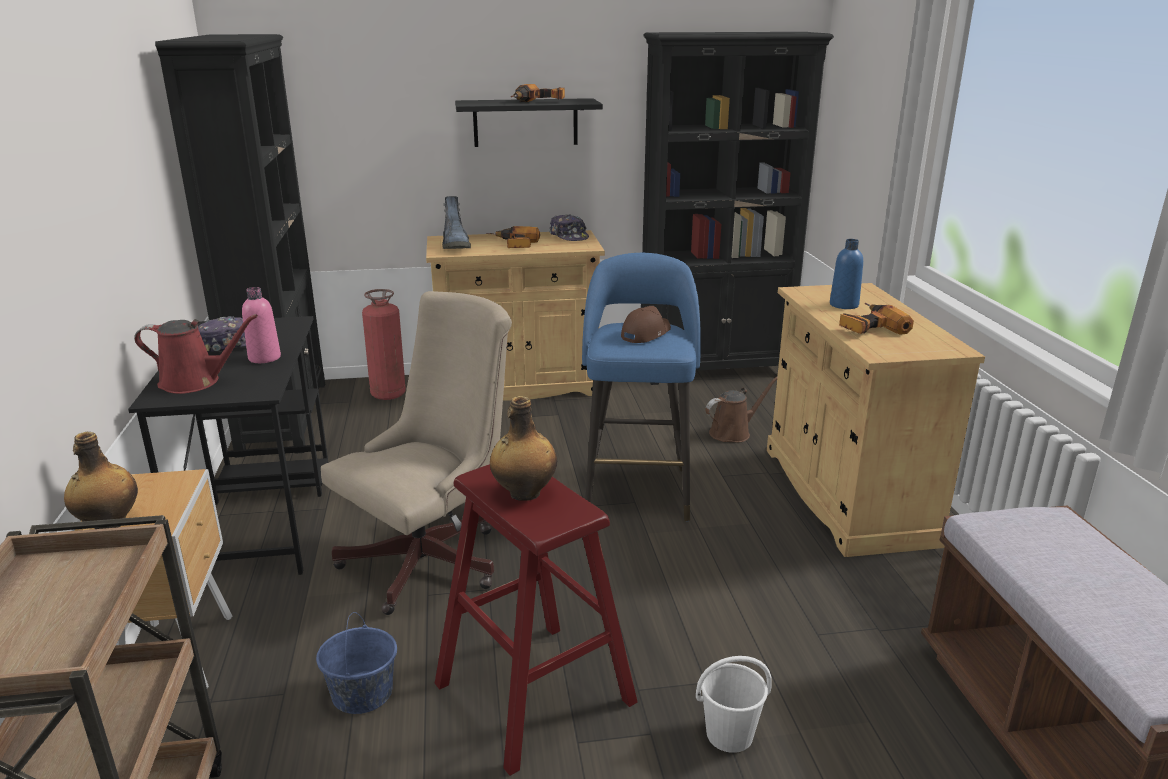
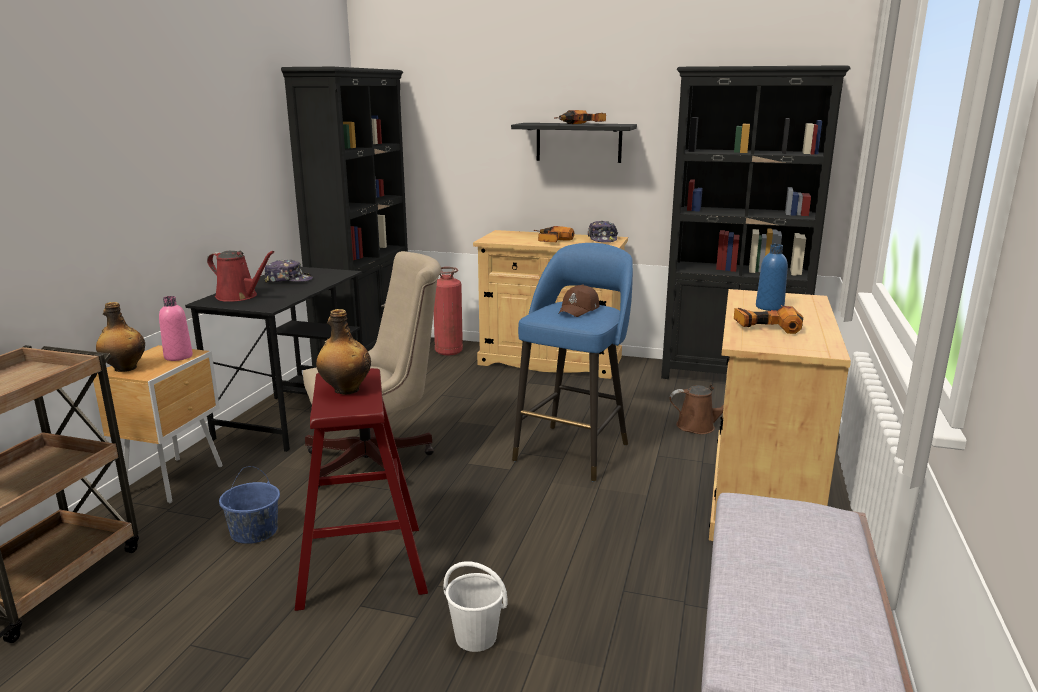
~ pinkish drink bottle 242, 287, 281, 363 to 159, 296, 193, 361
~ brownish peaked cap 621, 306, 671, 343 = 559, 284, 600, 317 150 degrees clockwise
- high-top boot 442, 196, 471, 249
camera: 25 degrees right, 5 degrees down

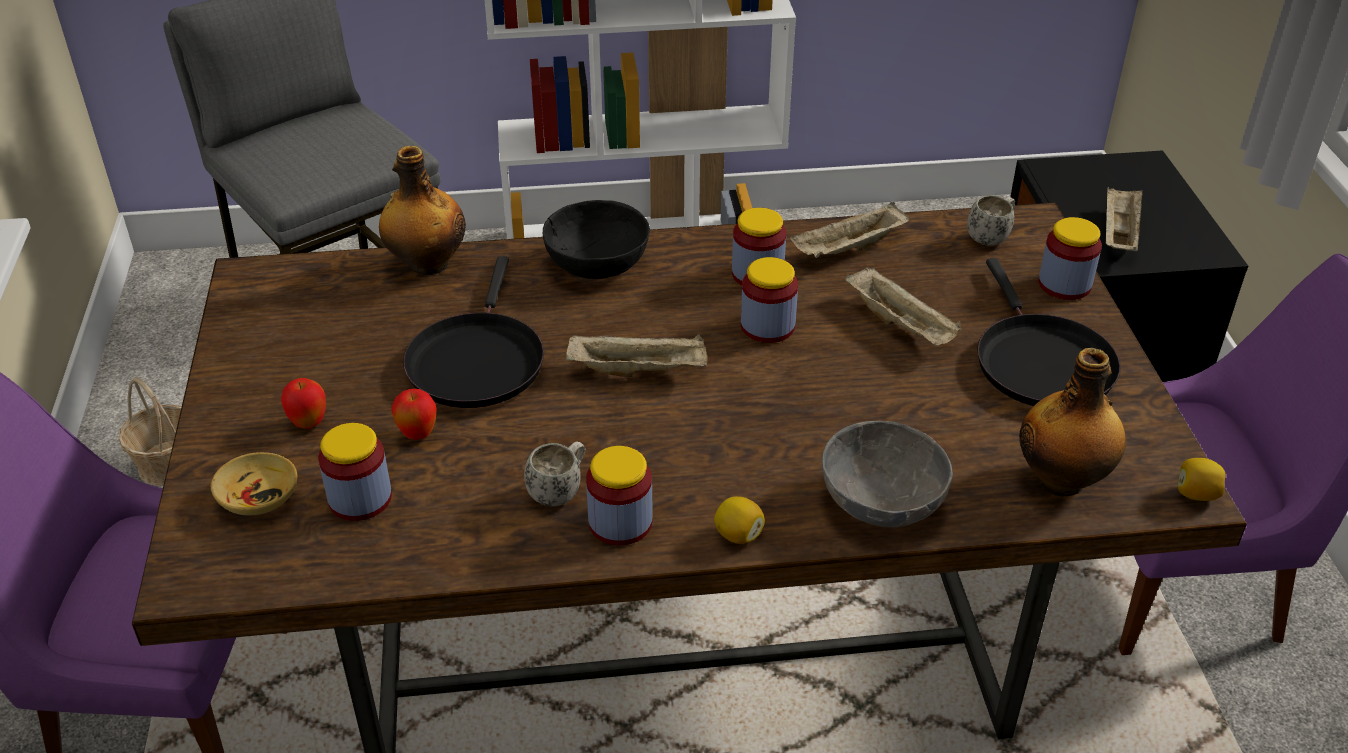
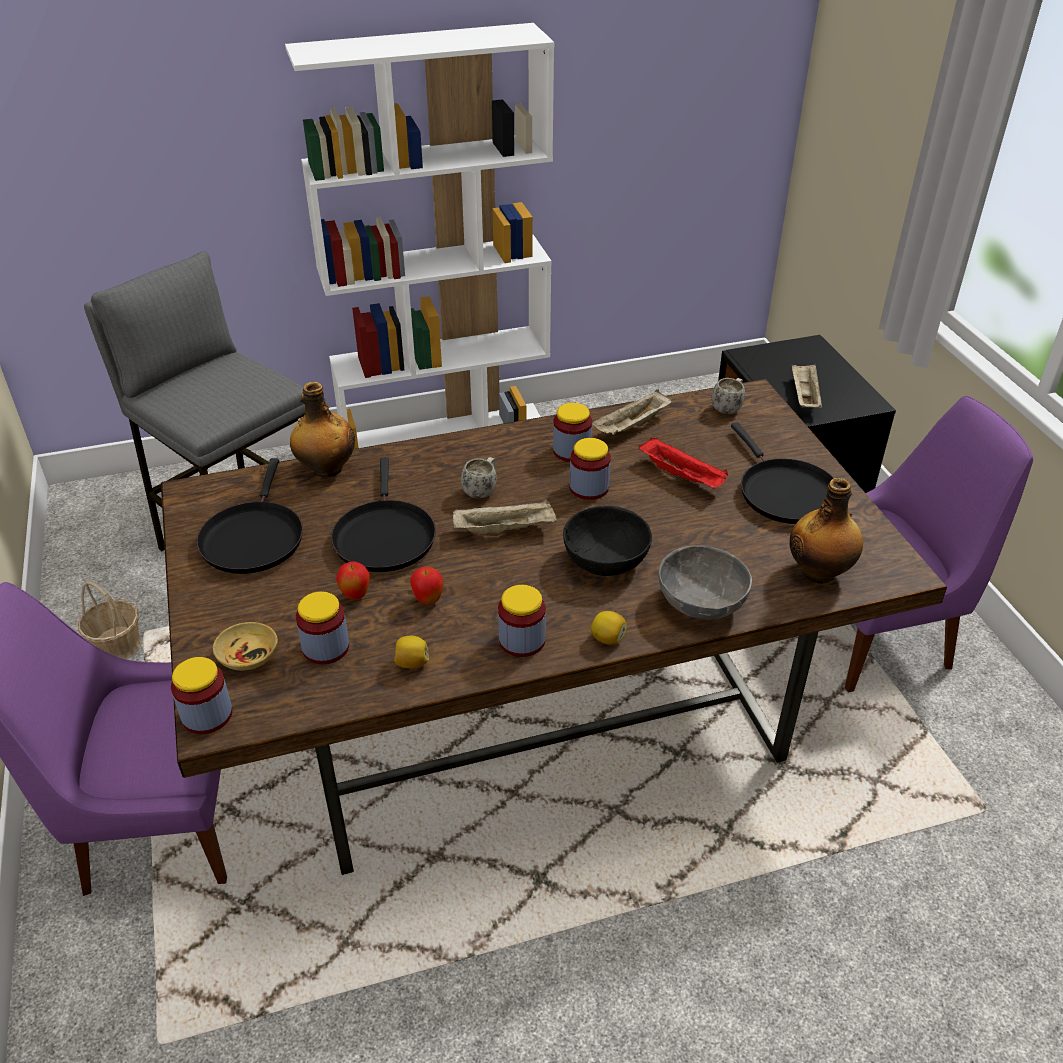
~ jar 1038, 217, 1102, 300 to 171, 657, 232, 734
+ blackish frying pan 197, 458, 303, 574
~ lemon 1178, 458, 1225, 501 to 394, 636, 429, 668
~ apple 281, 378, 326, 429 to 410, 567, 444, 605
~ whitish mug 524, 441, 586, 506 to 461, 457, 497, 498
~ blackish bowl 542, 200, 650, 279 to 563, 506, 652, 576
~ beige-coloured tray 845, 267, 962, 346 to red-coloured tray 638, 438, 728, 489
camera: 10 degrees left, 0 degrees up

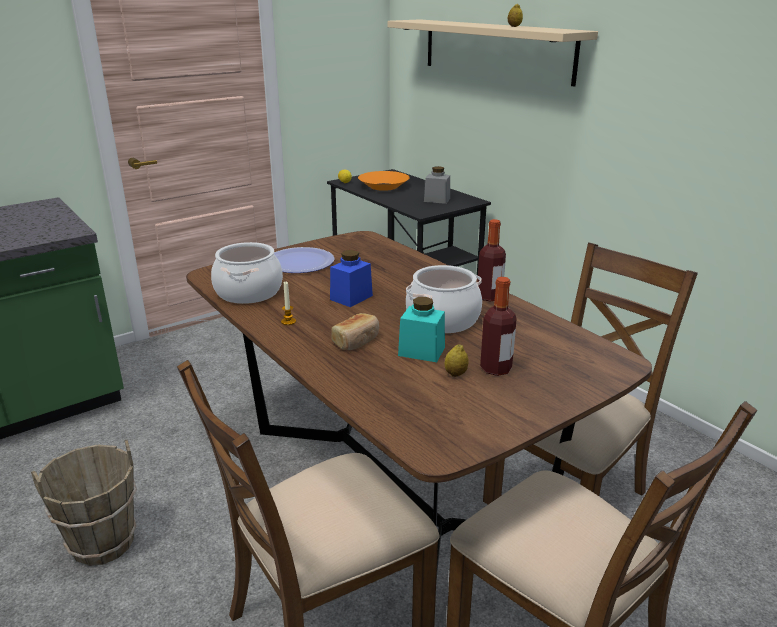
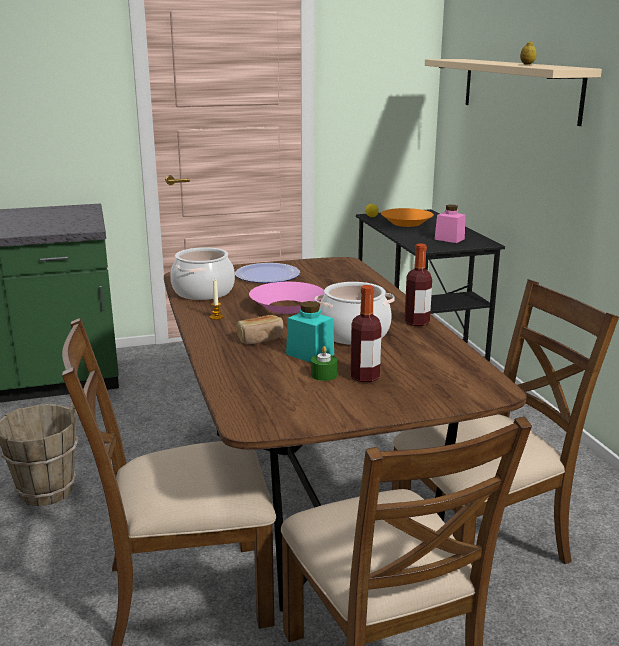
~ bluish jar 330, 250, 373, 307 to pinkish bowl 249, 282, 324, 314
~ lemon 445, 344, 469, 377 to green-coloured candle 311, 346, 337, 381
~ grey jar 424, 166, 450, 204 to pinkish jar 434, 205, 465, 243
camera: 20 degrees right, 5 degrees down

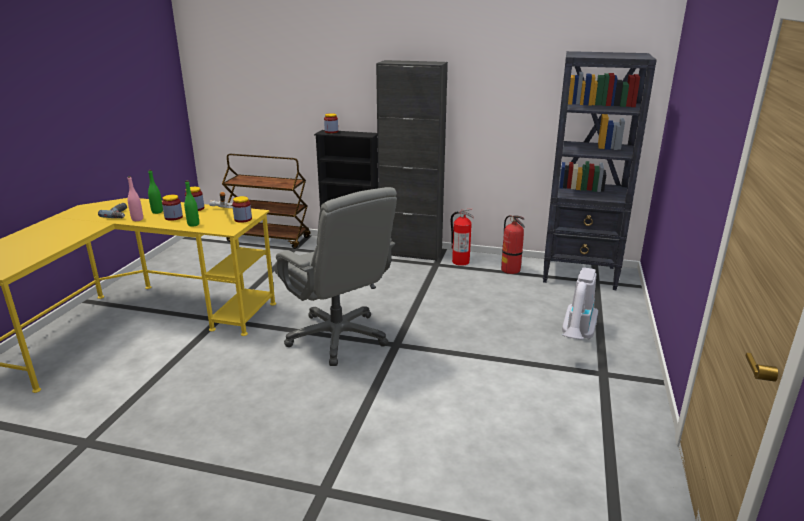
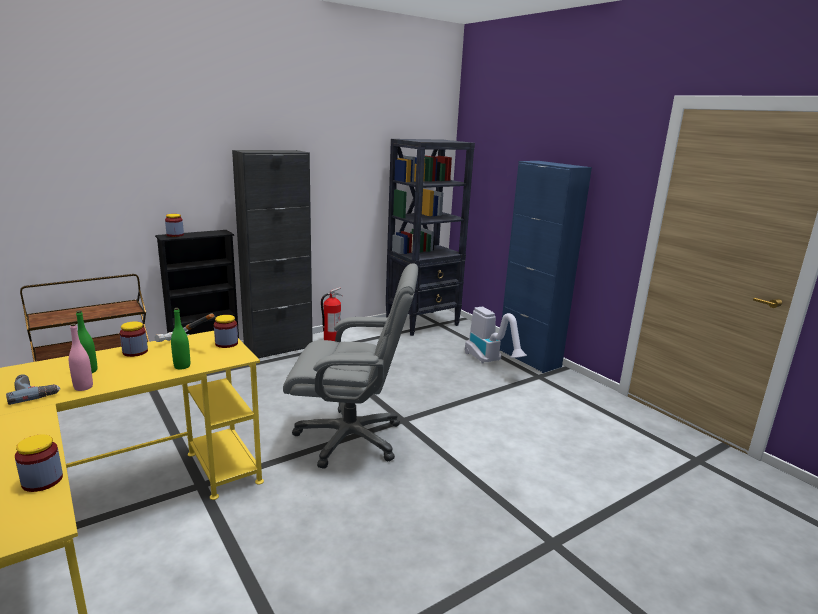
~ jar 162, 195, 183, 221 to 15, 434, 63, 492
+ bluish cabinet 500, 161, 592, 373
- extinguisher 501, 215, 525, 274
camera: 50 degrees left, 5 degrees down

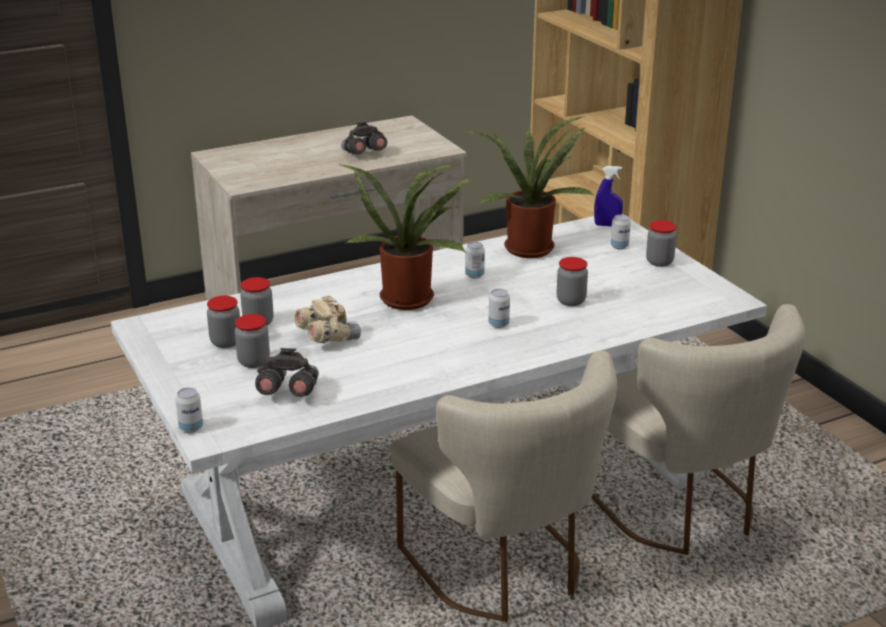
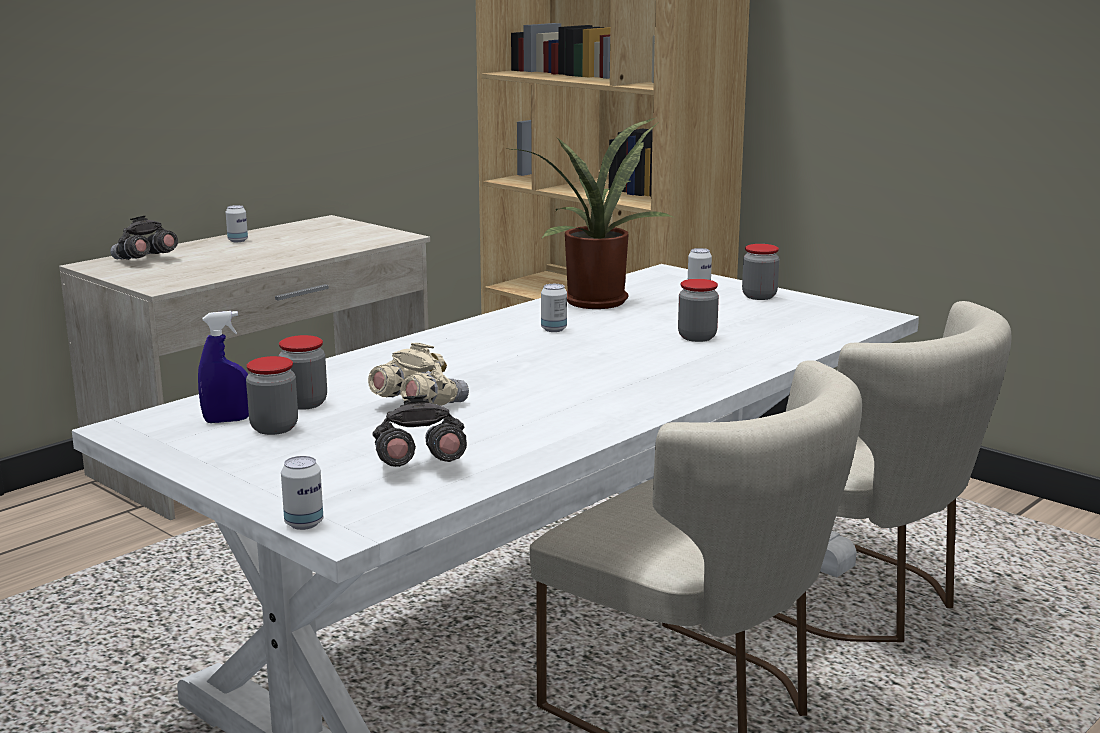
~ grey field glasses 341, 122, 387, 154 to 110, 216, 178, 260
~ bluish spray bottle 594, 166, 623, 226 to 198, 311, 249, 423
~ metal can 489, 289, 510, 328 to 225, 205, 248, 242
- jar 235, 314, 270, 368
- plant in a pot 341, 164, 476, 310
camera: 20 degrees left, 10 degrees down

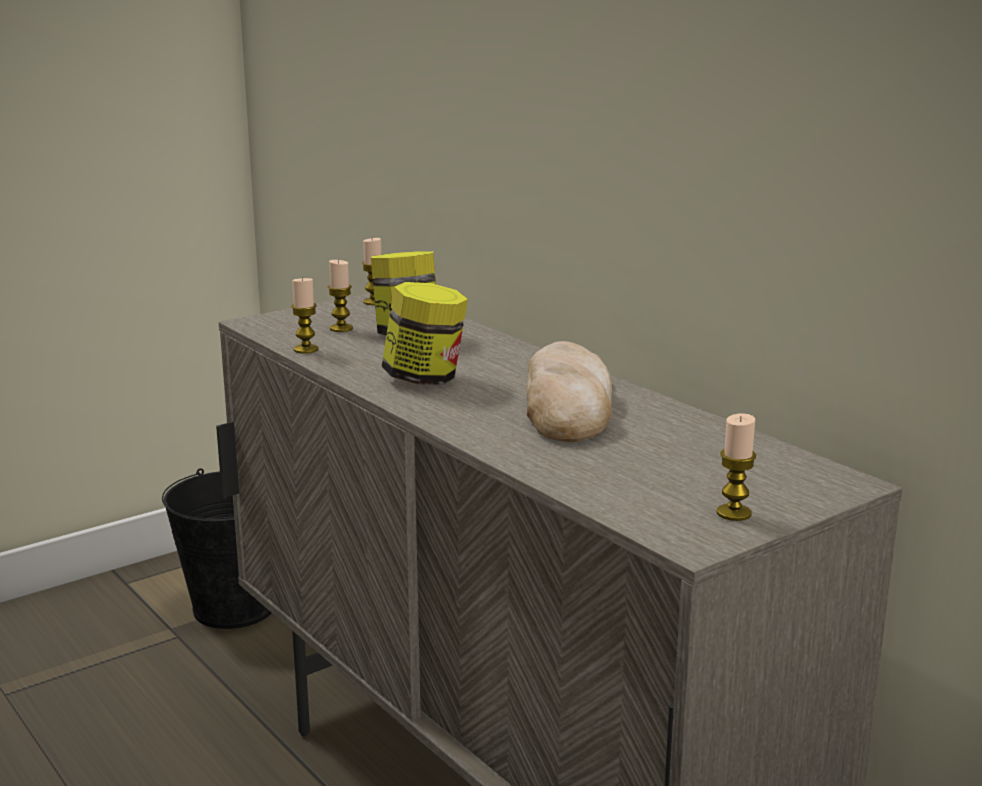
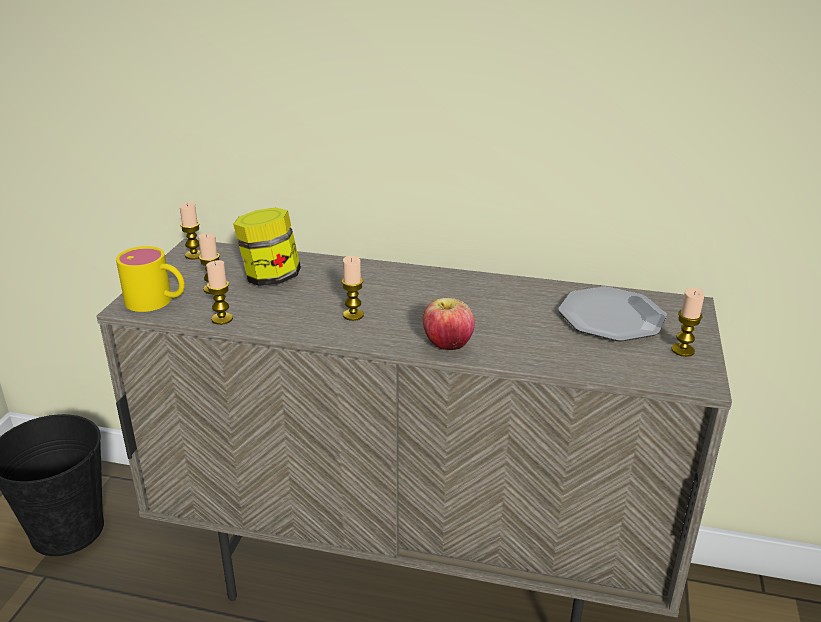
+ yellow-coloured mug 116, 246, 185, 312
~ jar 382, 282, 468, 385 to candle 342, 256, 364, 321
+ apple 423, 298, 475, 350
+ plate 558, 287, 667, 342
- bread 526, 341, 612, 442
camera: 40 degrees left, 10 degrees up

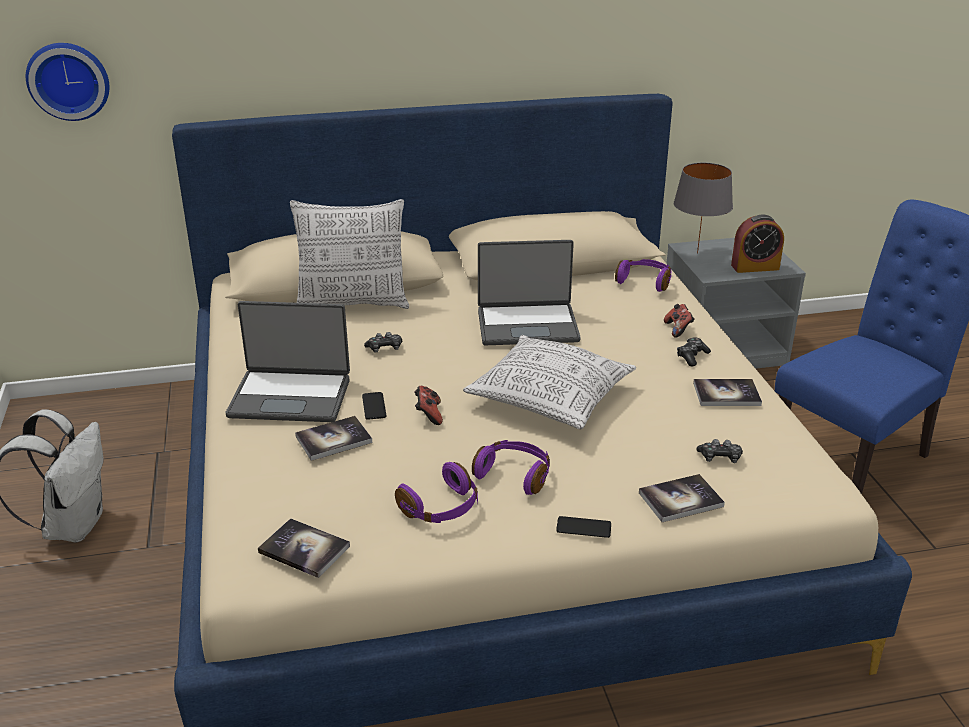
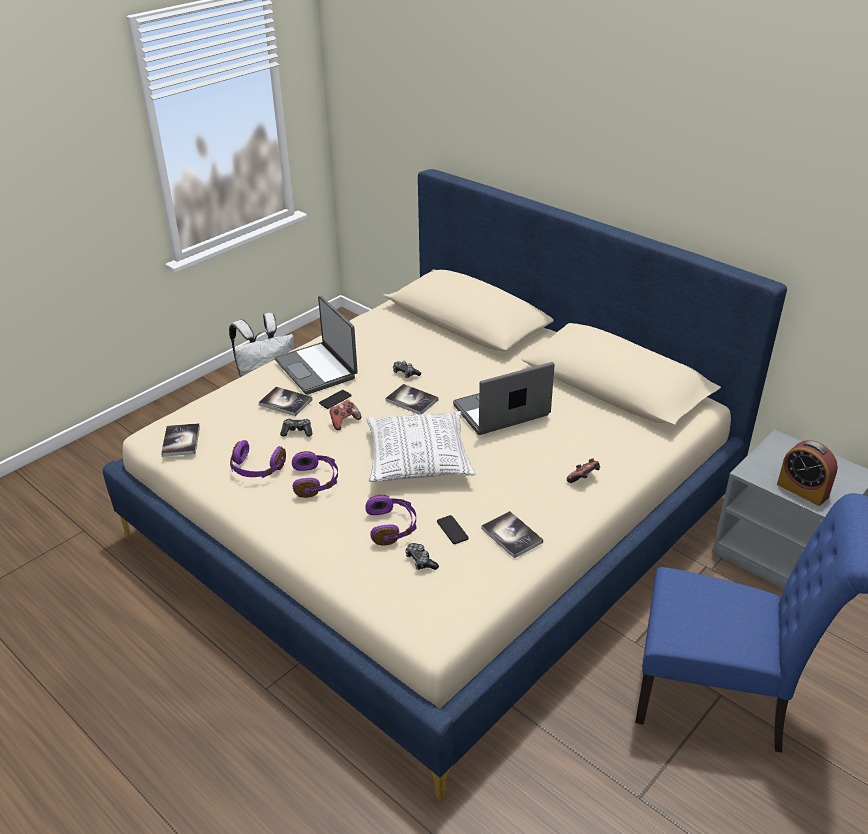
~ joypad 677, 337, 711, 367 to 280, 418, 312, 437
~ purple headset 615, 259, 671, 292 to 365, 495, 416, 546
~ bound book 639, 474, 725, 522 to 385, 384, 438, 414
~ phone 556, 516, 611, 538 to 437, 515, 469, 544
~ portable computer 478, 240, 581, 345 = 453, 362, 555, 435 105 degrees clockwise
- clock on the wall 26, 43, 109, 121
- throw pillow 290, 199, 409, 309
- grey lamp for a table 674, 163, 733, 254
camera: 55 degrees right, 5 degrees up

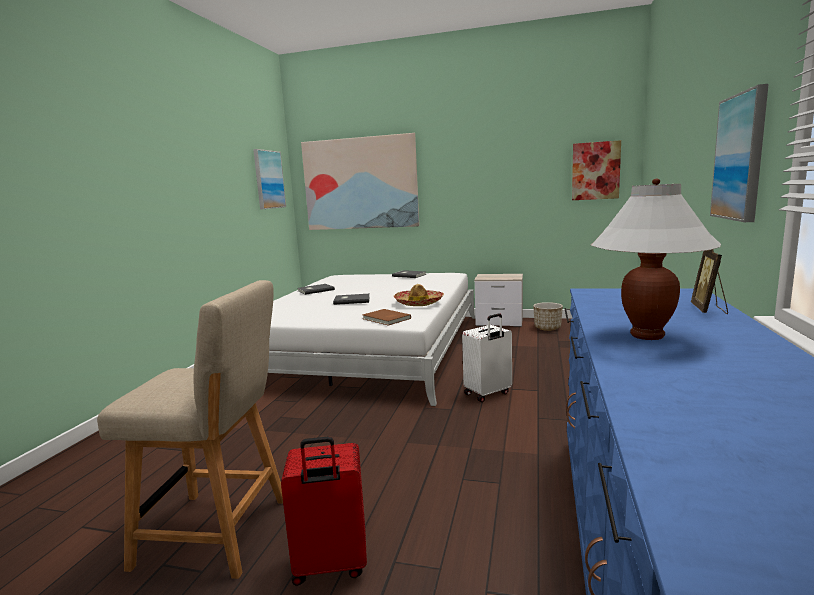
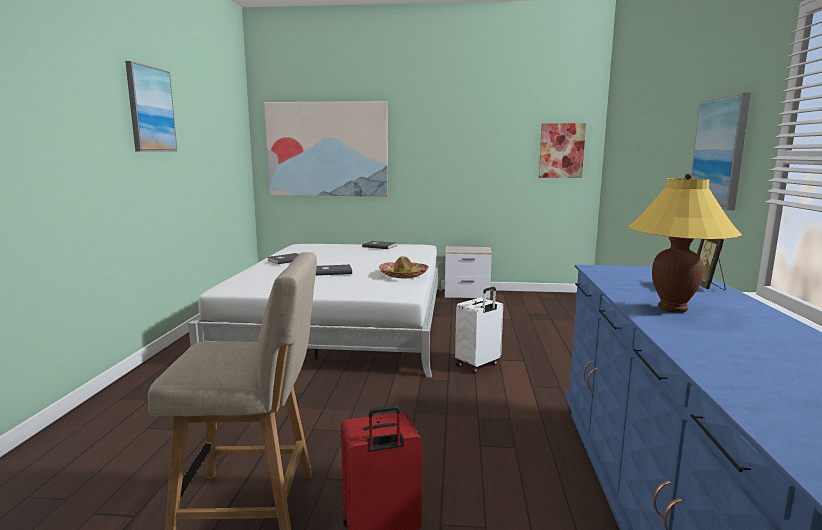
~ picture 253, 149, 286, 209 to 125, 61, 177, 152
~ whitish lamp for a table 591, 178, 721, 340 to yellow-coloured lamp for a table 628, 174, 742, 313
- brownish bound book 362, 309, 411, 326
- plant pot 533, 302, 563, 331
camera: 10 degrees left, 0 degrees up

